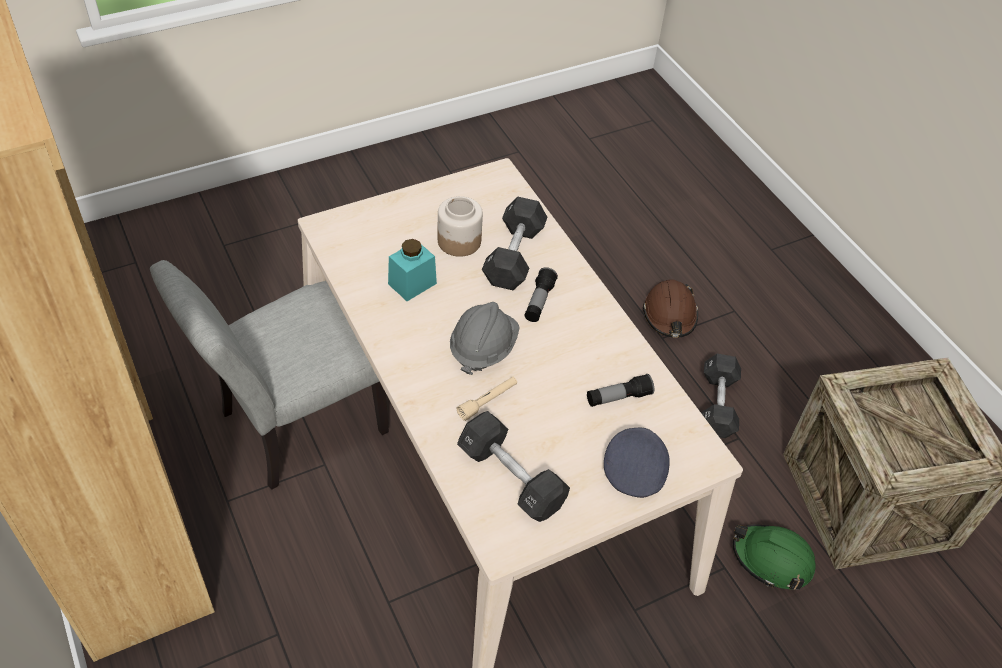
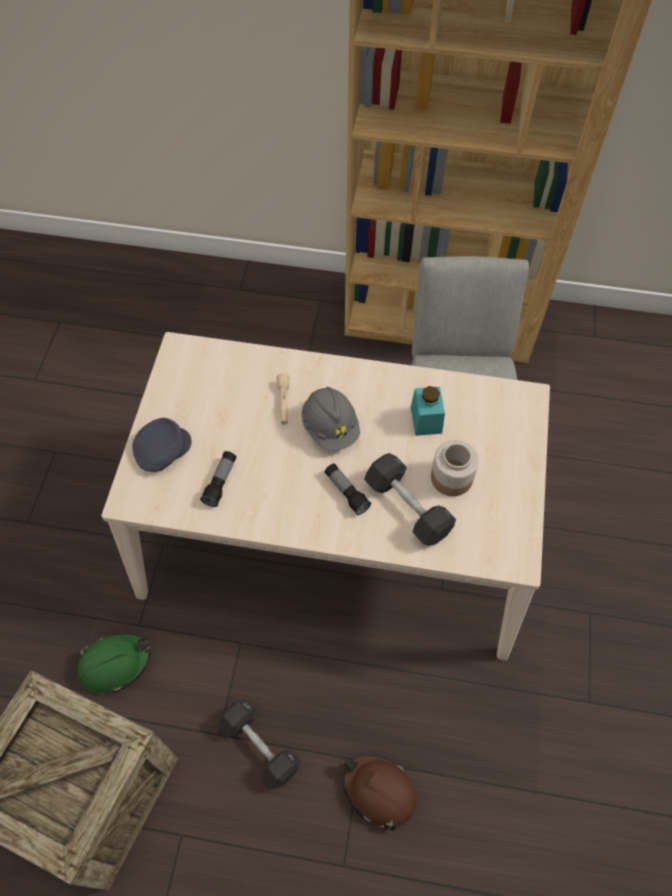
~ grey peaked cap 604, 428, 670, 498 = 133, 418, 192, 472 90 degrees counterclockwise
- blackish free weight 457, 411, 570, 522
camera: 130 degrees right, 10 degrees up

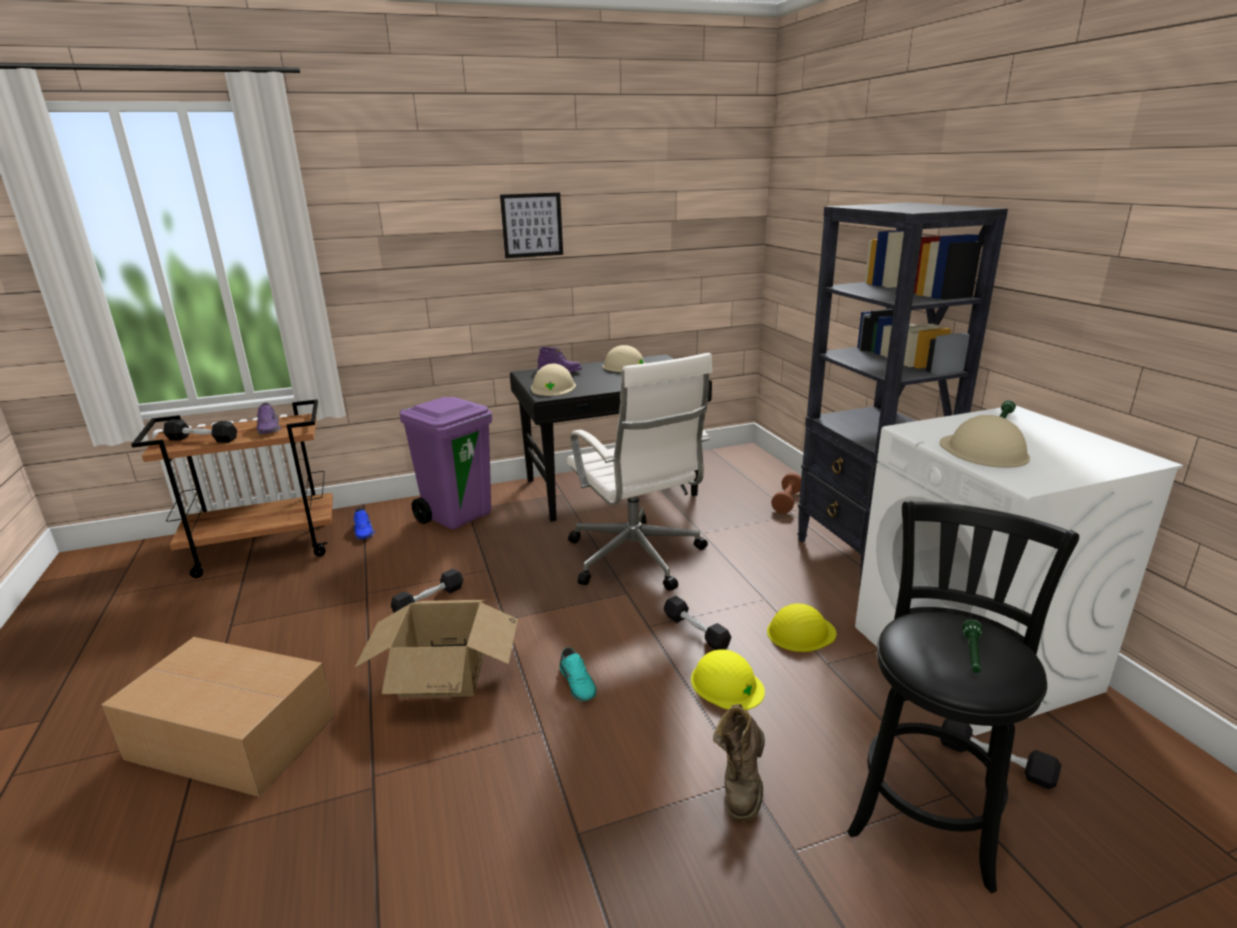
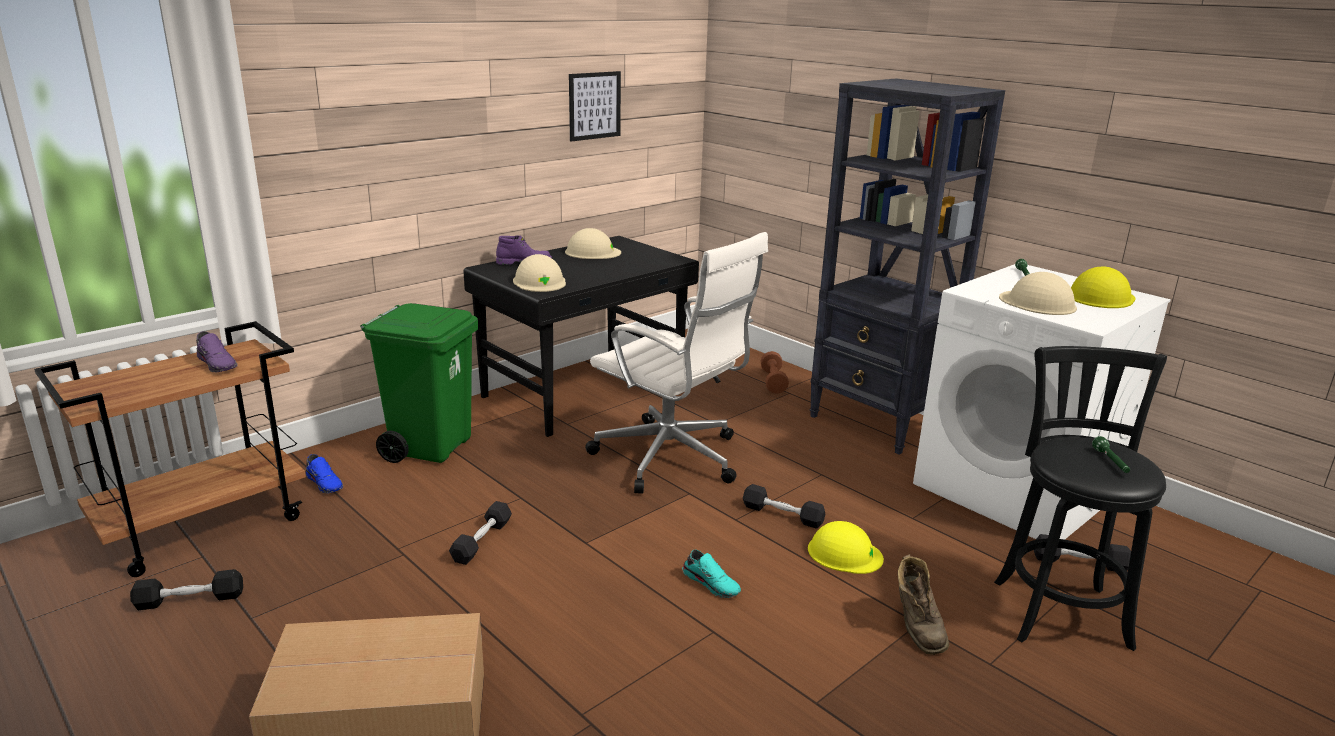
~ blackish free weight 163, 419, 237, 443 to 130, 569, 243, 610
~ purple trash can 400, 397, 492, 530 to green-coloured trash can 360, 303, 478, 463
~ picture 500, 192, 563, 258 to 569, 71, 621, 141
~ yellow-coloured work helmet 767, 603, 836, 652 to 1071, 266, 1136, 308
- packing box 354, 600, 518, 698
camera: 25 degrees left, 0 degrees up

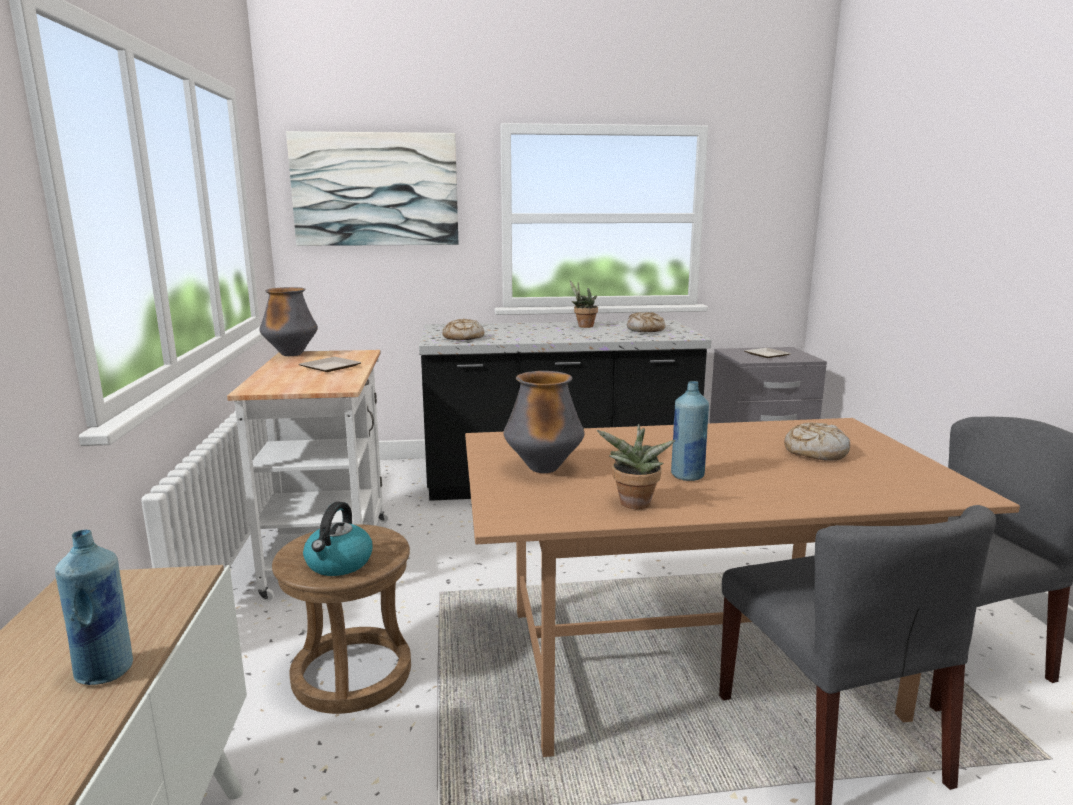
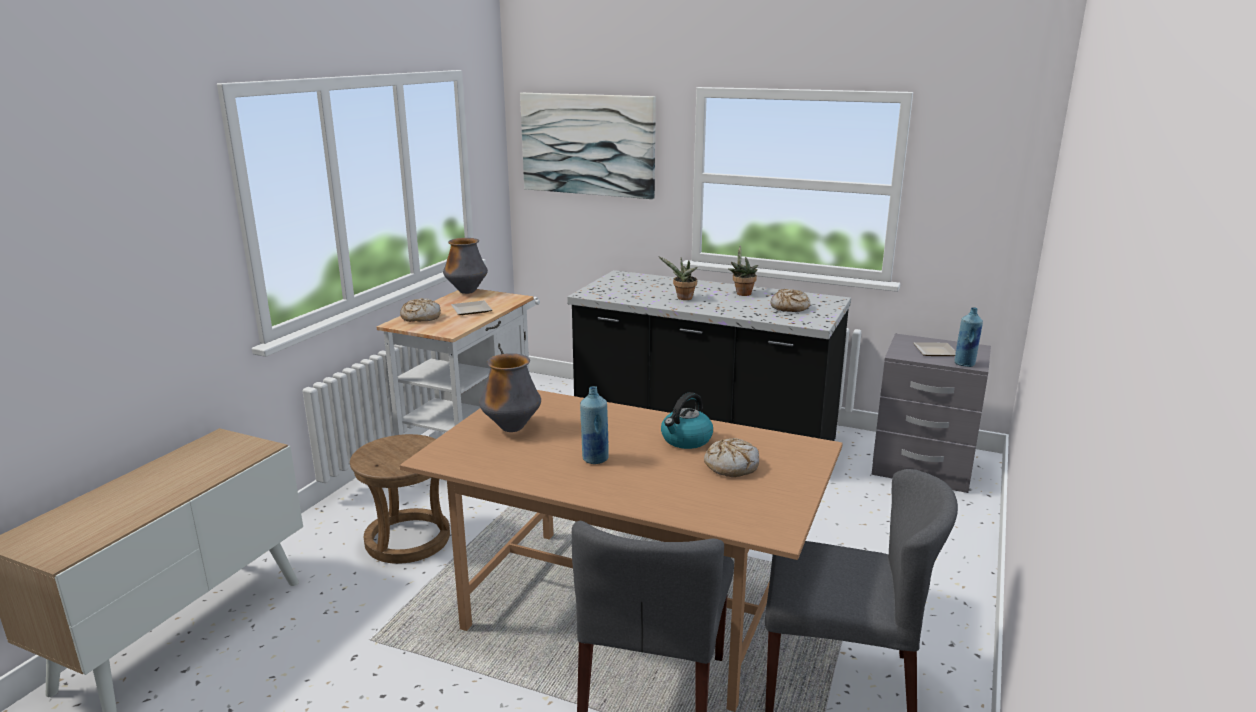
~ bread 442, 318, 485, 340 to 400, 298, 441, 322
~ plant in a pot 597, 424, 676, 509 to 658, 256, 698, 300
~ kettle 303, 502, 373, 576 to 661, 392, 713, 449
~ bluish drink bottle 55, 530, 133, 685 to 955, 307, 983, 367
camera: 30 degrees right, 5 degrees up

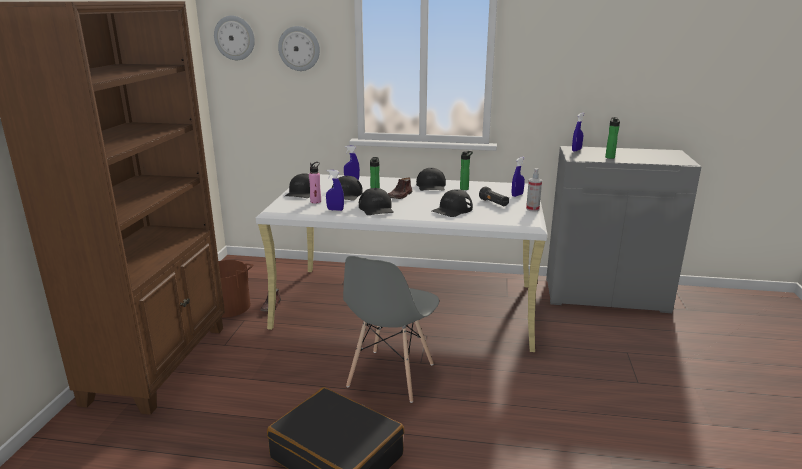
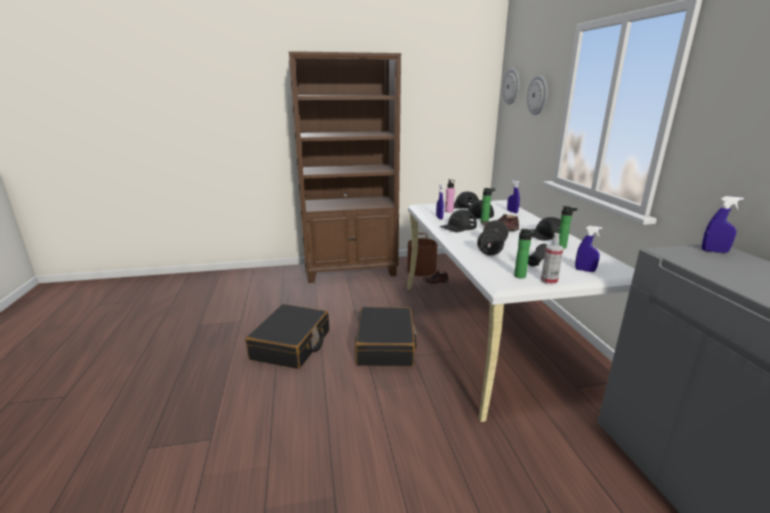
~ grey plain chair 343, 256, 439, 403 to blackish travel case 355, 307, 417, 367
~ blackish peaked cap 432, 189, 473, 217 to blackish free weight 477, 220, 509, 255
~ drink bottle 605, 117, 620, 159 to 514, 229, 538, 279
camera: 70 degrees right, 0 degrees up

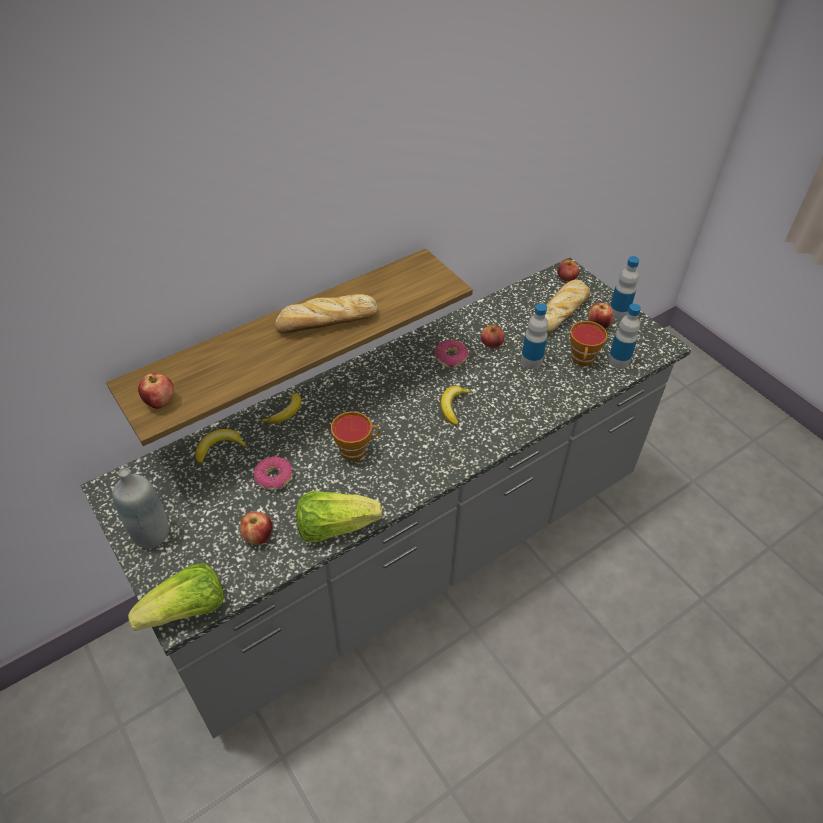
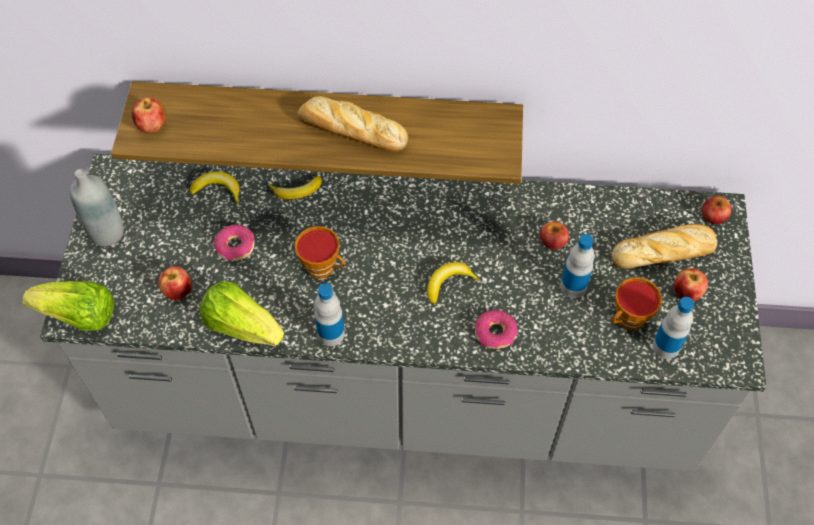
~ drink bottle 610, 256, 639, 320 to 314, 283, 345, 346
~ ring doughnut 435, 340, 469, 368 to 475, 310, 518, 349
camera: 40 degrees right, 10 degrees up

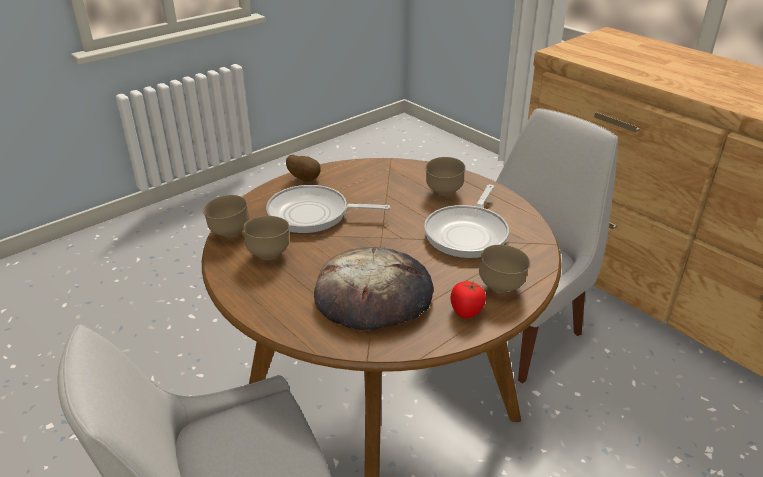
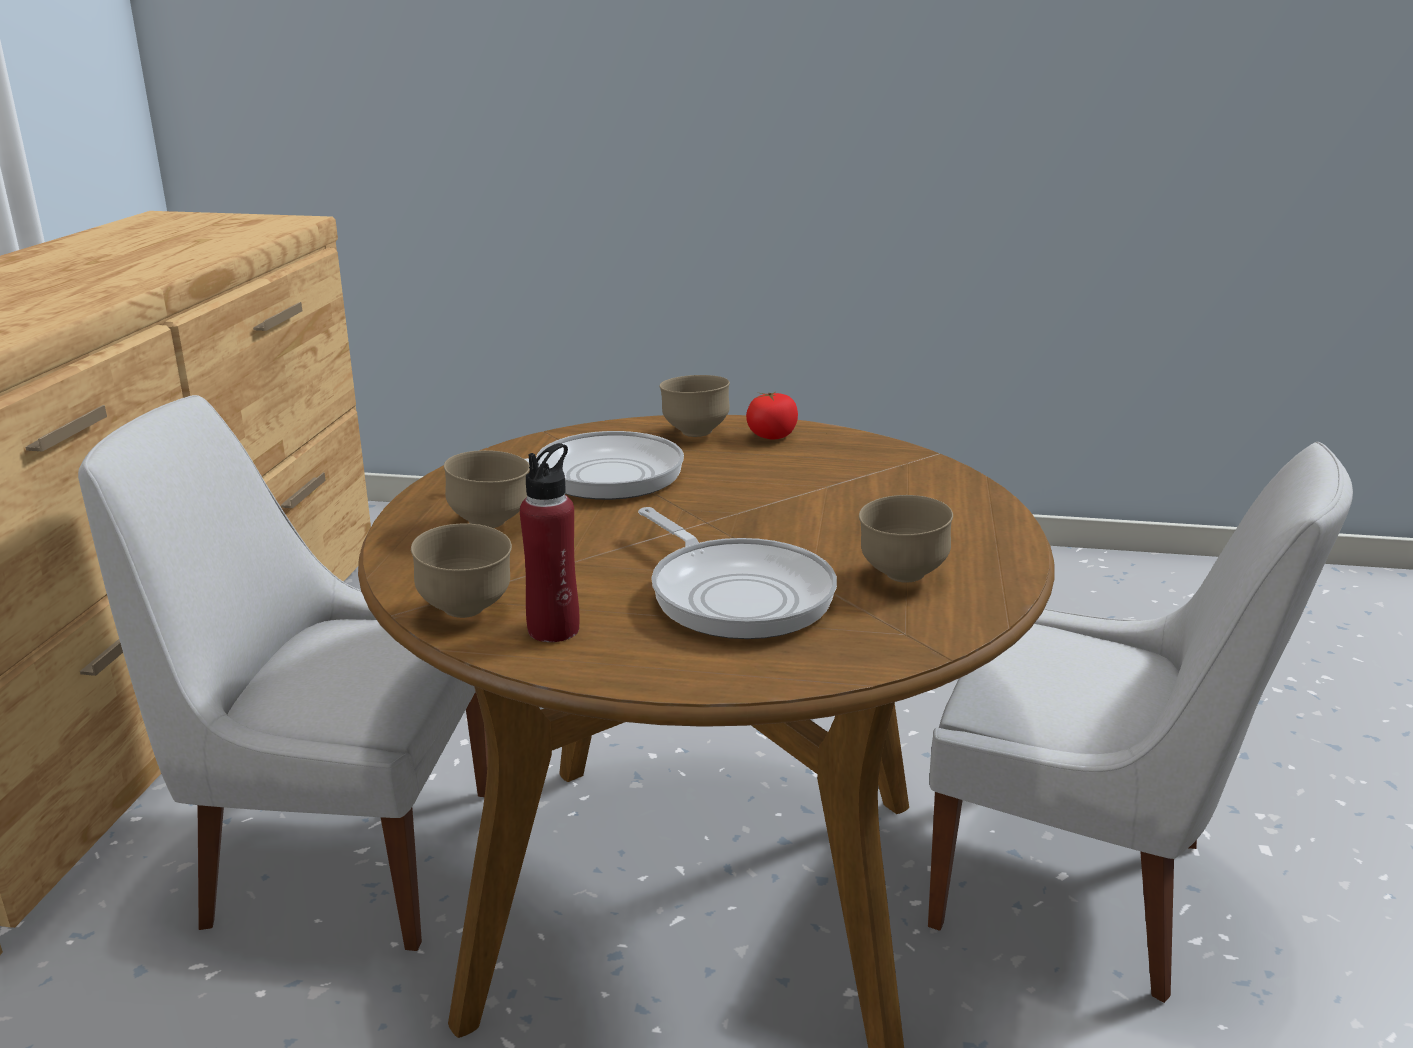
~ brownish bowl 203, 195, 249, 238 to 411, 524, 512, 618
+ red-coloured drink bottle 520, 443, 580, 642
- potato 286, 155, 321, 181
- bread 314, 247, 434, 330
camera: 130 degrees left, 10 degrees down

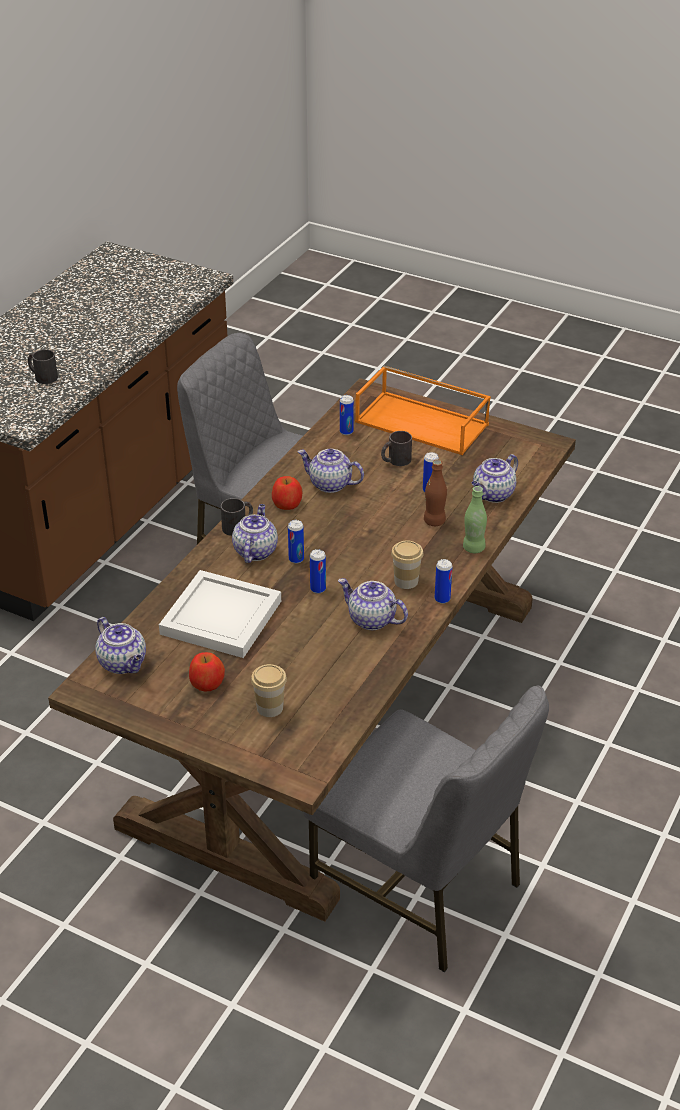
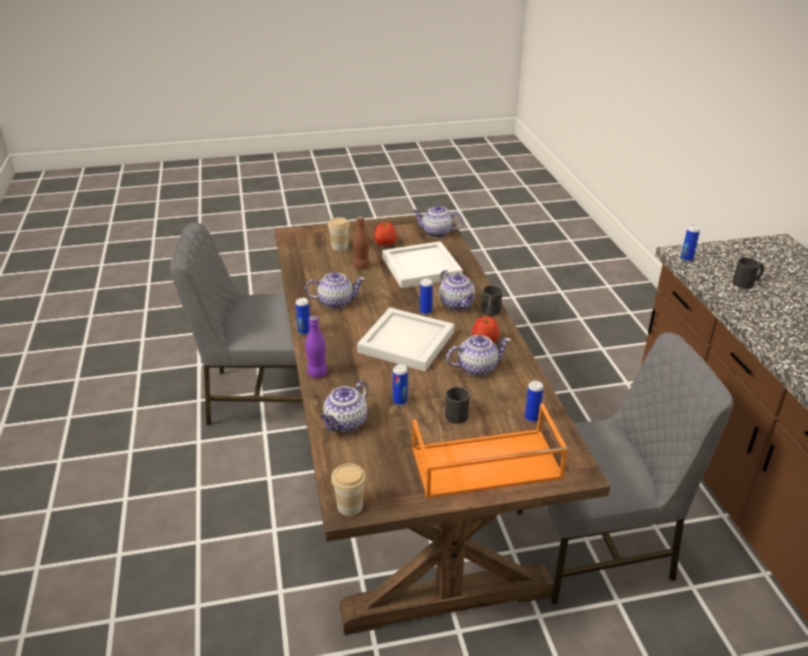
~ green-coloured drink bottle 463, 486, 487, 553 to purple drink bottle 305, 316, 327, 378
~ tea pot 472, 454, 518, 503 = 321, 380, 368, 432 150 degrees counterclockwise
~ drinking cup 391, 540, 423, 589 to 331, 464, 366, 516
~ brownish drink bottle 424, 460, 447, 526 to 353, 216, 370, 269
+ whitish tray 357, 308, 454, 371
~ metal can 310, 549, 326, 594 to 681, 225, 700, 262
camera: 140 degrees right, 5 degrees down

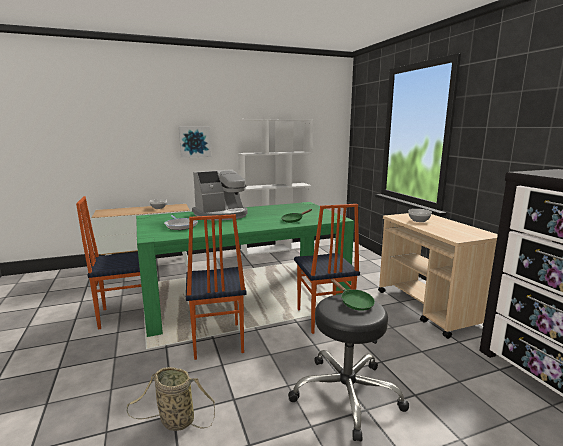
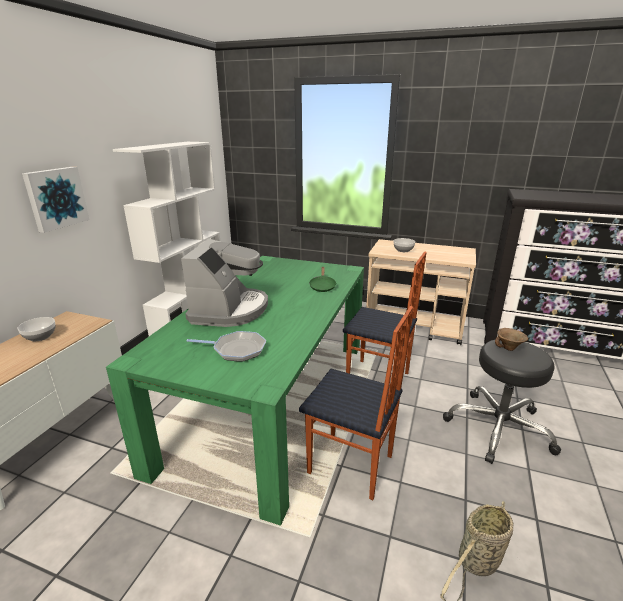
~ green-coloured frying pan 331, 279, 375, 311 to brownish bowl 495, 328, 528, 351
- plain chair 76, 196, 142, 330
camera: 50 degrees left, 10 degrees up

